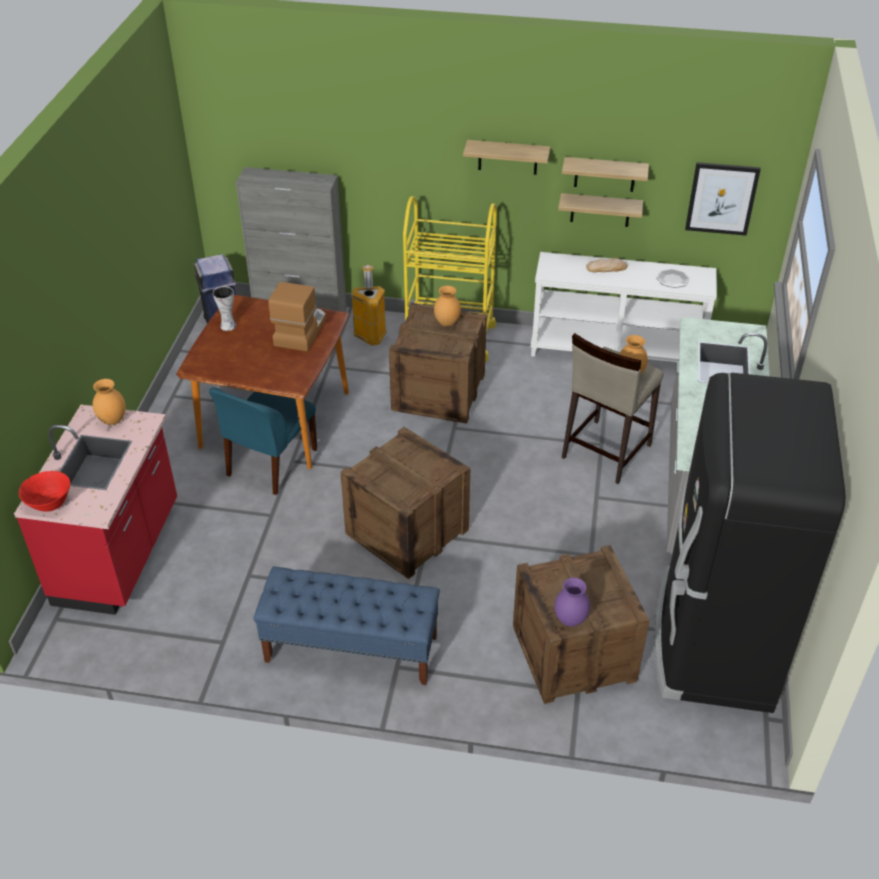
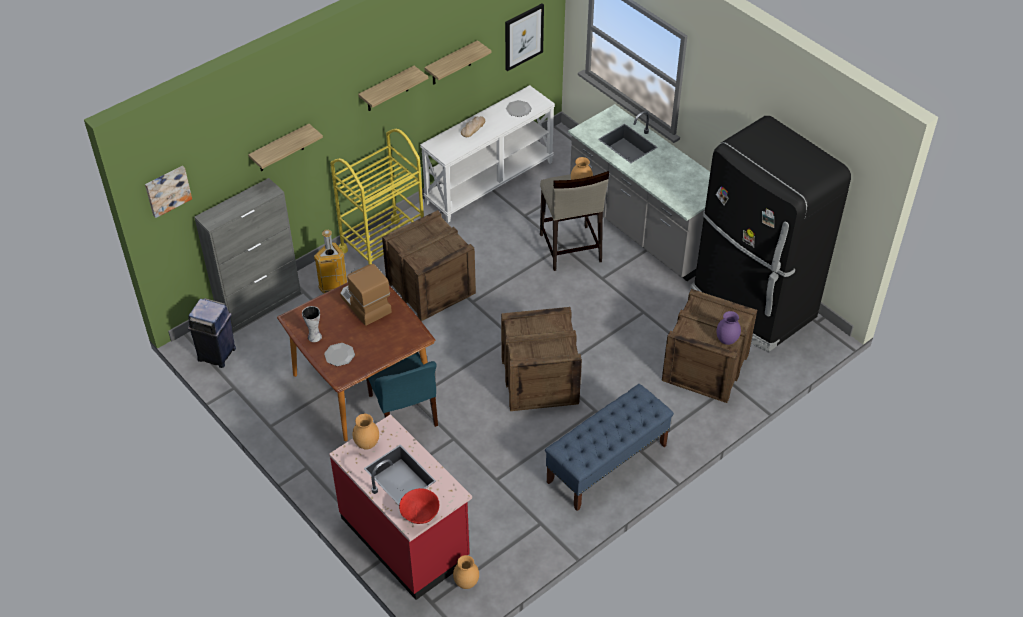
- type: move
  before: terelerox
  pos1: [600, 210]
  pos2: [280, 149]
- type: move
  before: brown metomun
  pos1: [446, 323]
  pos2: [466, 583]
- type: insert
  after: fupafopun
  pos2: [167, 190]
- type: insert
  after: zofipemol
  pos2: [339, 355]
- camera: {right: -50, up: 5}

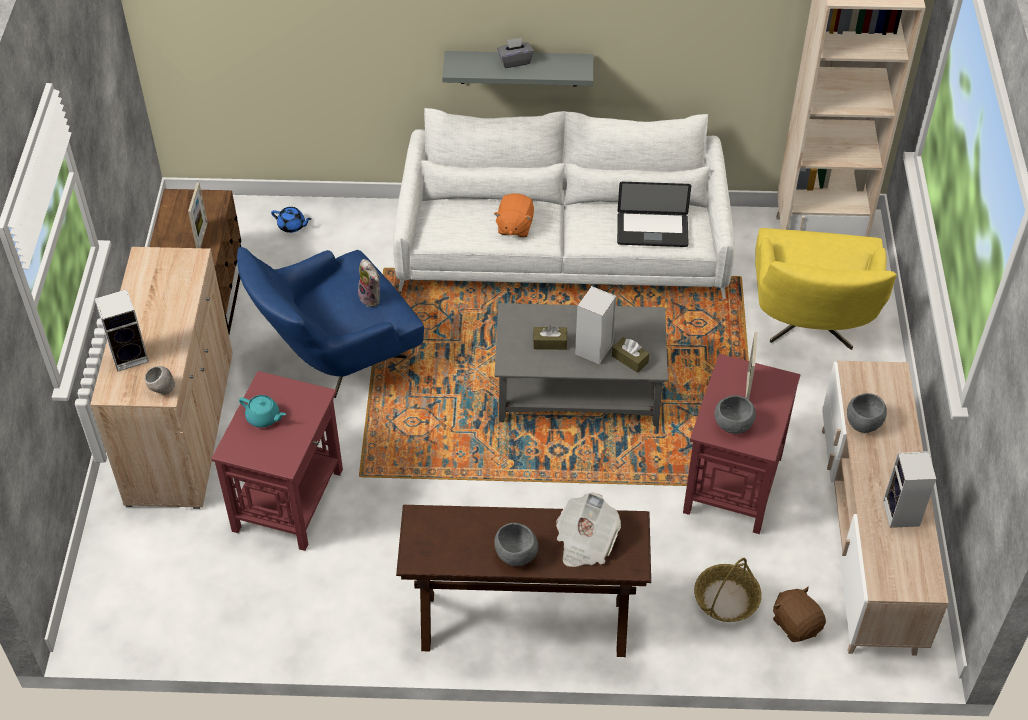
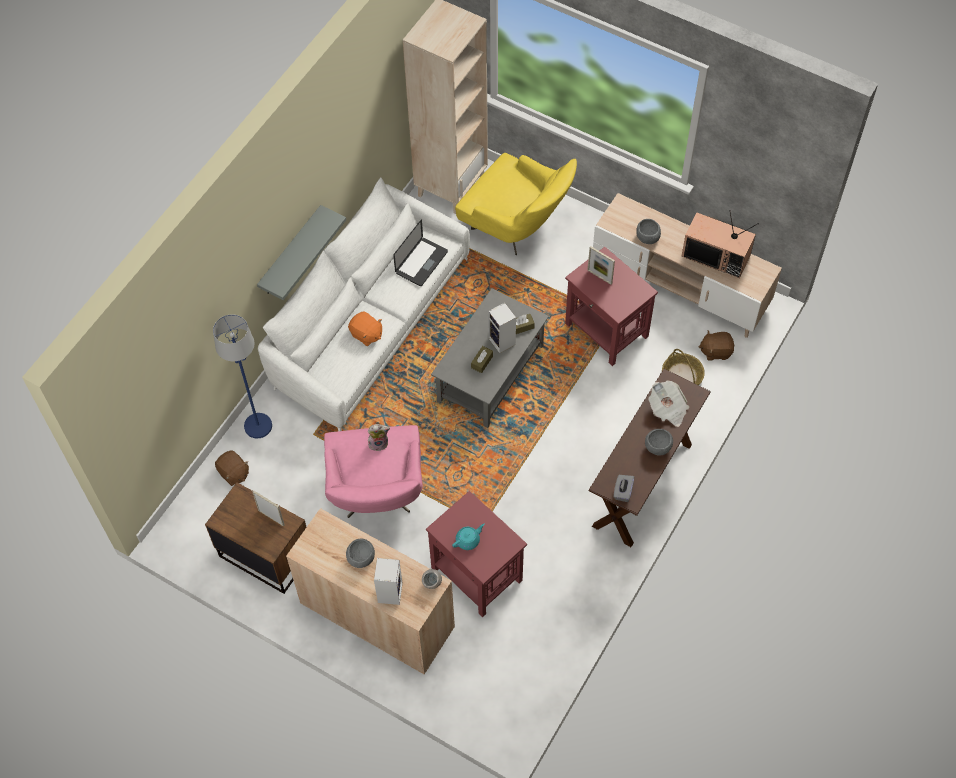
- type: move
  before: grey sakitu
  pos1: [515, 61]
  pos2: [623, 492]
- type: replace
  before: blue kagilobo
  after: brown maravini
  pos1: [292, 226]
  pos2: [233, 473]
- type: recolor
  before: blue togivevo
  after: pink togivevo
  pos1: [337, 360]
  pos2: [377, 497]
- type: move
  before: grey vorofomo
  pos1: [734, 425]
  pos2: [361, 558]
- type: replace
  before: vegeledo
  after: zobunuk
  pos1: [902, 514]
  pos2: [717, 255]
- type: insert
  after: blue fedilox
  pos2: [258, 426]
- camera: {right: -60, up: 10}

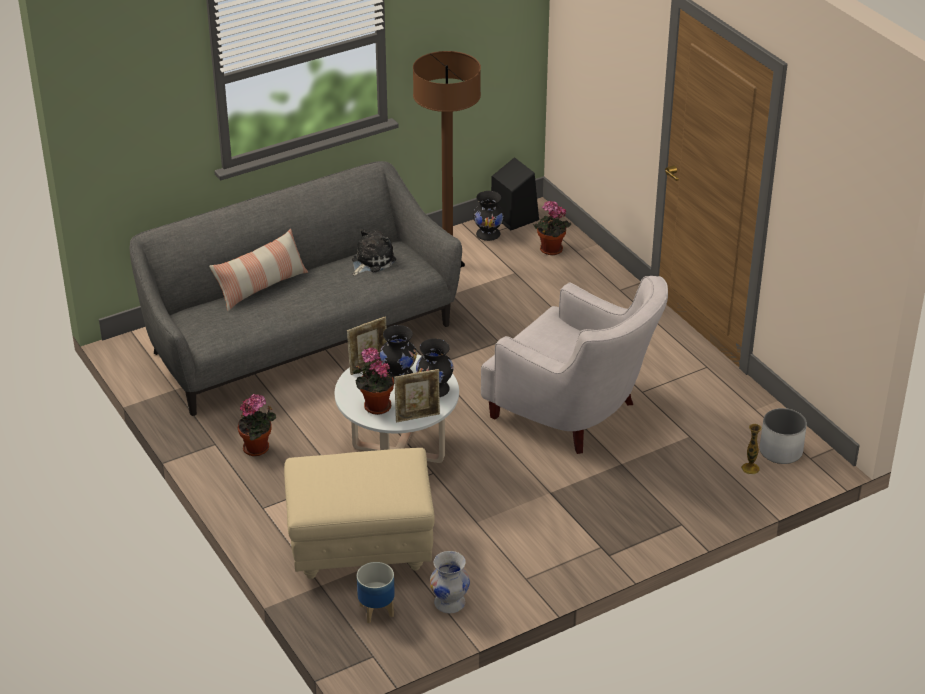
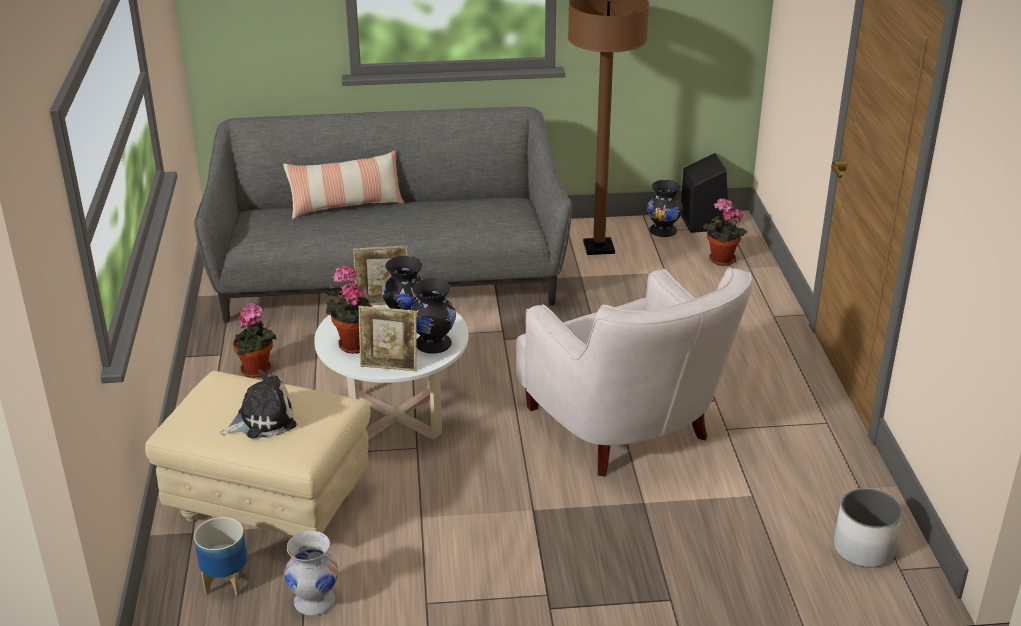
- type: move
  before: maravini
  pos1: [371, 261]
  pos2: [262, 420]
- type: delete
  before: metomun
  pos1: [750, 468]
- camera: {right: 25, up: -5}

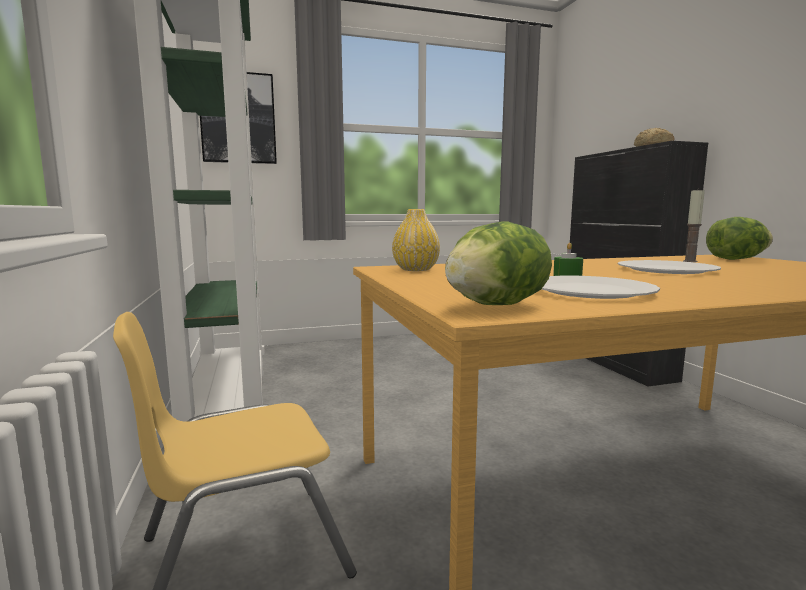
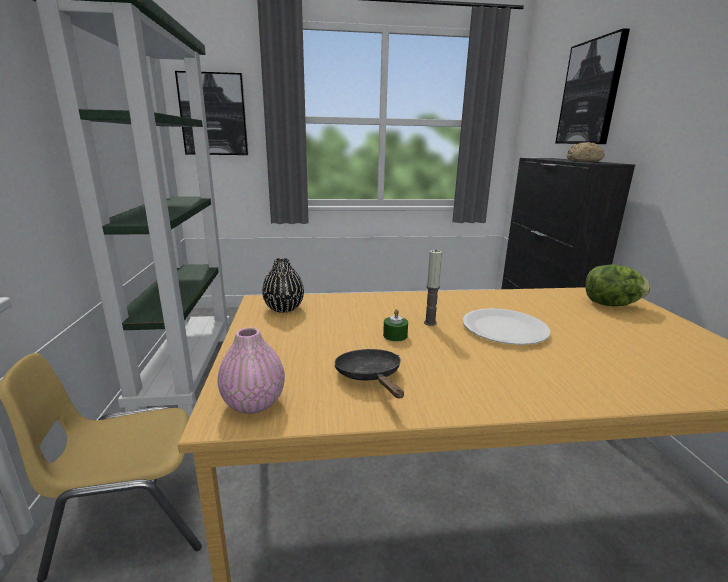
- type: move
  before: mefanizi
  pos1: [690, 261]
  pos2: [430, 323]
- type: recolor
  before: yellow metomun
  after: black metomun
  pos1: [415, 269]
  pos2: [284, 308]
- type: replace
  before: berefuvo
  after: pink metomun
  pos1: [495, 305]
  pos2: [254, 403]
- type: replace
  before: white zofipemol
  after: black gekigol
  pos1: [590, 290]
  pos2: [370, 377]
- type: insert
  after: fupafopun
  pos2: [590, 93]
- camera: {right: 10, up: 10}

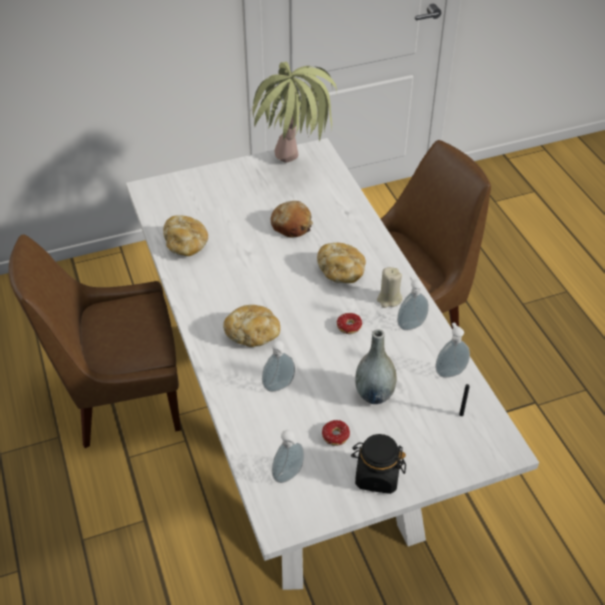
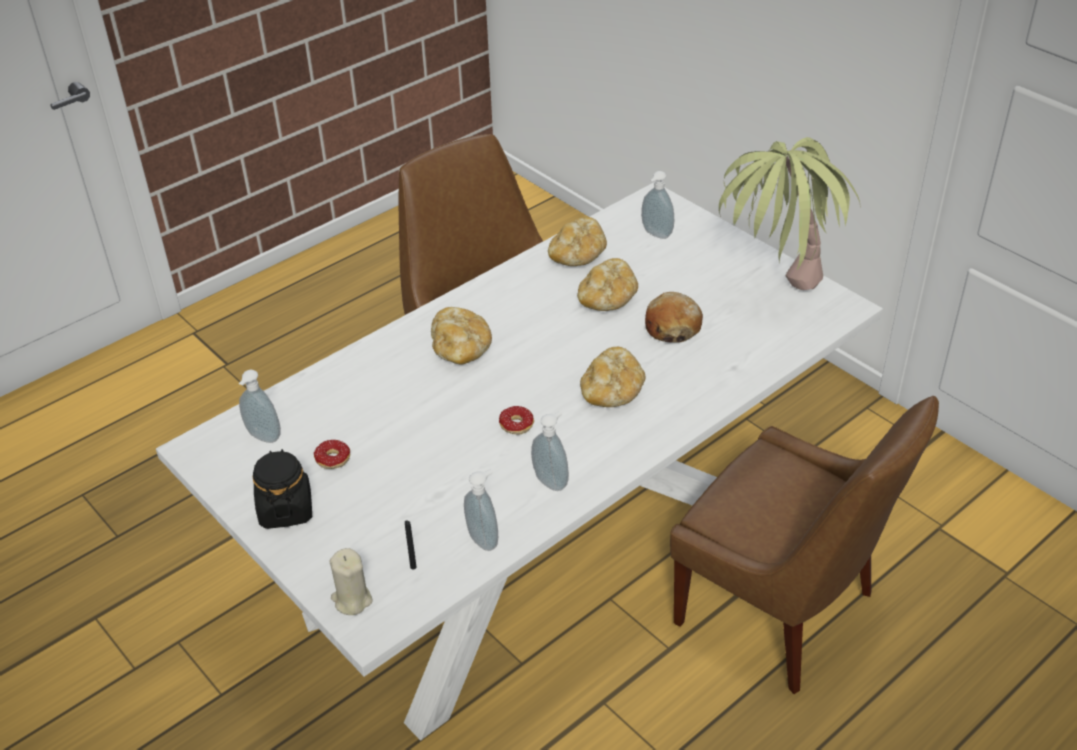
- type: move
  before: beige mefanizi
  pos1: [389, 299]
  pos2: [352, 600]
- type: delete
  before: grey metomun
  pos1: [374, 395]
- type: move
  before: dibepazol
  pos1: [279, 387]
  pos2: [655, 234]
- type: insert
  after: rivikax
  pos2: [607, 300]
- camera: {right: 70, up: -5}

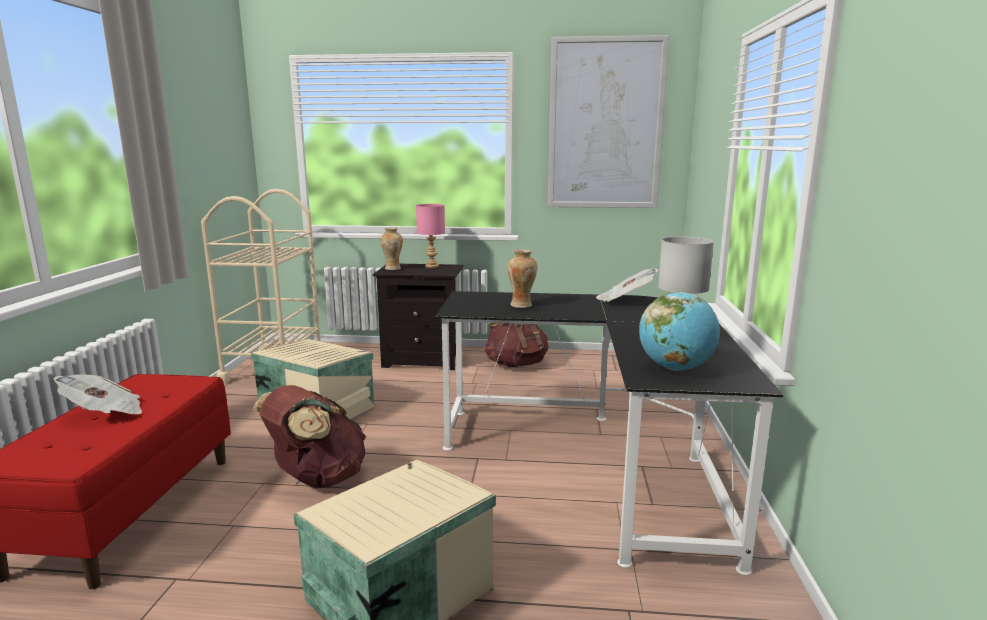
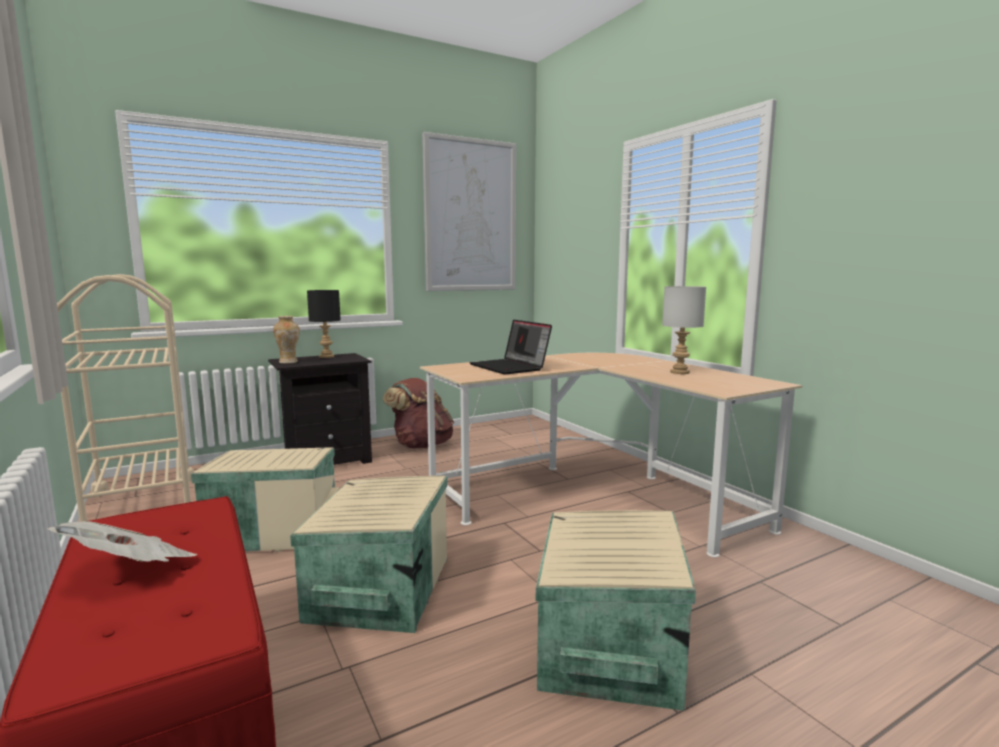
- type: recolor
  before: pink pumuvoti
  after: black pumuvoti
  pos1: [432, 266]
  pos2: [327, 356]
- type: replace
  before: metomun
  after: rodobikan
  pos1: [522, 305]
  pos2: [510, 367]
- type: delete
  before: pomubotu
  pos1: [625, 300]
- type: recolor
  before: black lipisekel
  after: beige lipisekel
  pos1: [597, 460]
  pos2: [594, 496]
- type: delete
  before: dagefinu
  pos1: [676, 368]
- type: replace
  before: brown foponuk
  after: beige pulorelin
  pos1: [317, 479]
  pos2: [377, 589]
- camera: {right: -35, up: -5}

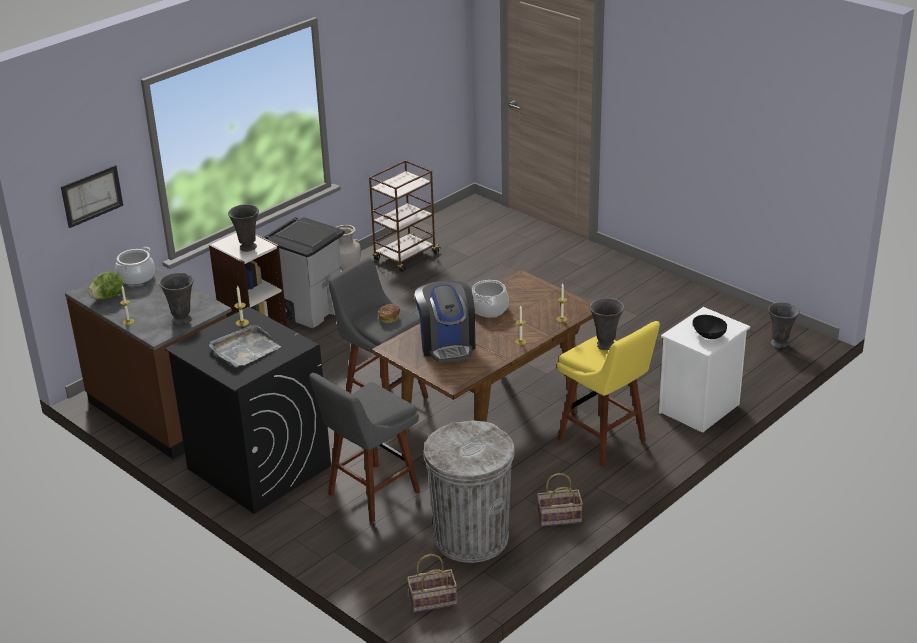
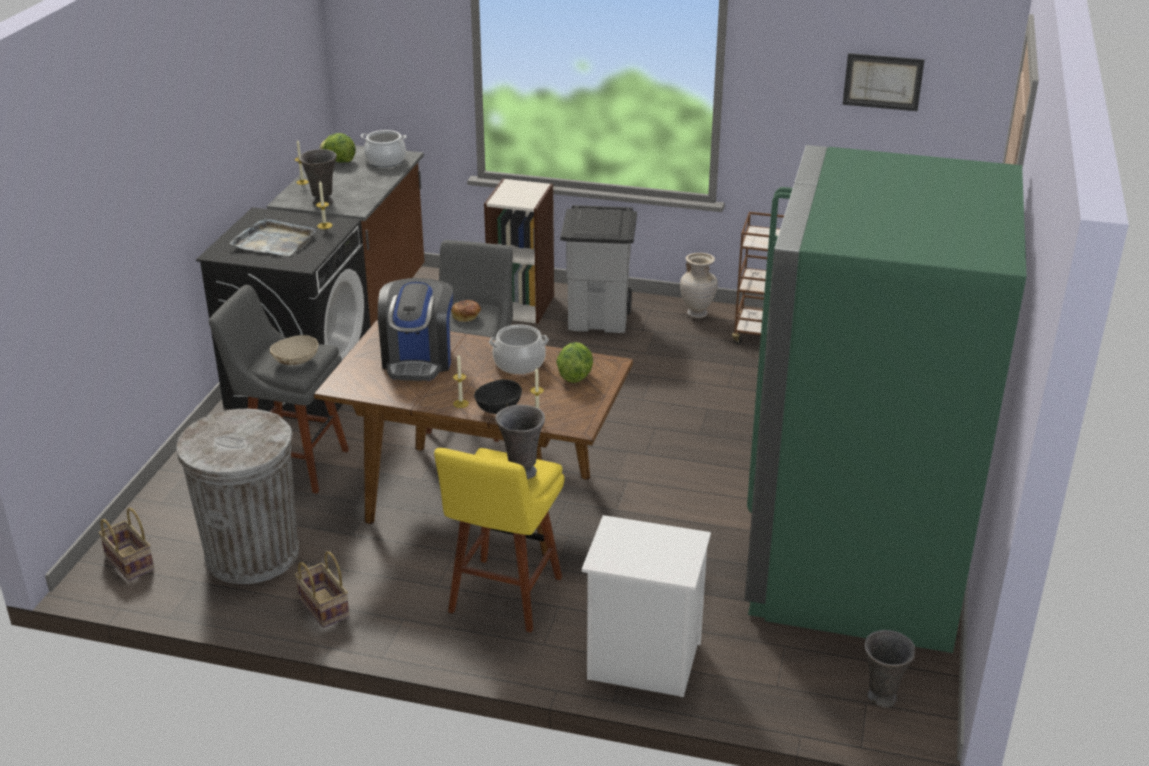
- type: move
  before: fupafopun
  pos1: [92, 195]
  pos2: [883, 81]
- type: delete
  before: grey metomun
  pos1: [247, 248]
- type: rotate
  before: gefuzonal
  pos1: [447, 344]
  pos2: [418, 359]
  turn: -45
- type: move
  before: black vorofomo
  pos1: [708, 335]
  pos2: [498, 408]
- type: insert
  after: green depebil
  pos2: [856, 562]
- type: insert
  after: beige vorofomo
  pos2: [296, 362]
- type: insert
  after: berefuvo
  pos2: [574, 376]
- camera: {right: 60, up: 0}

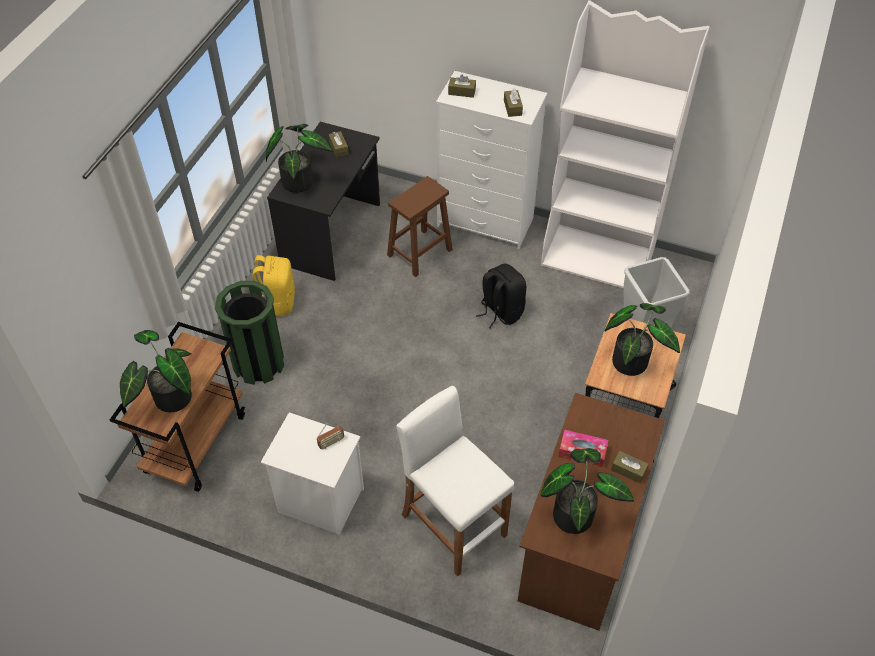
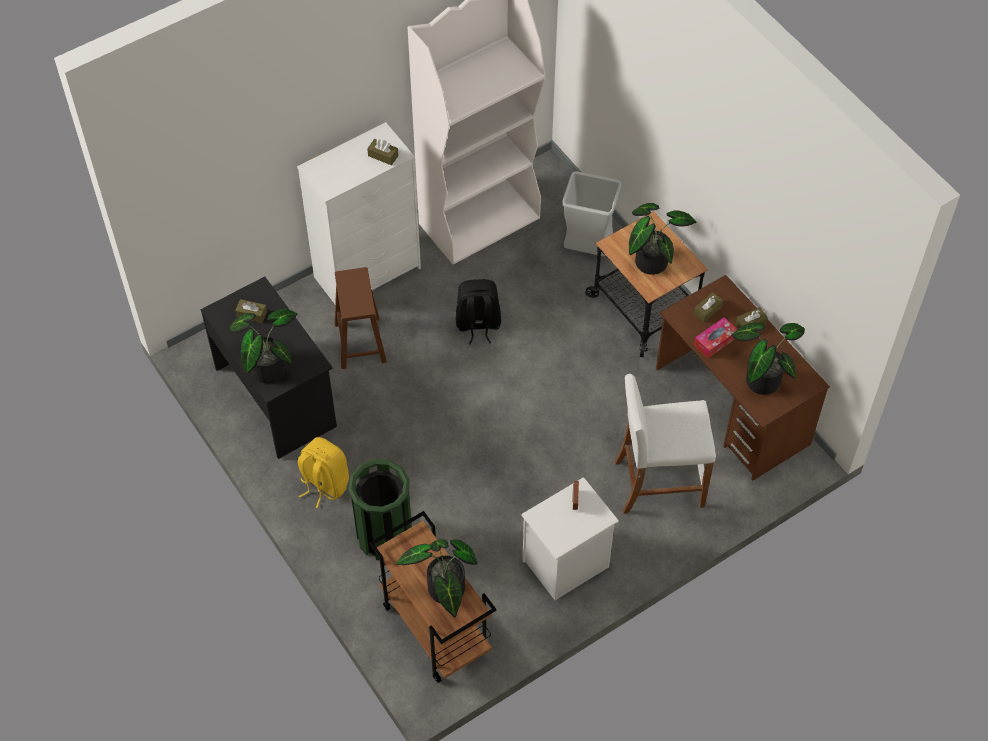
- type: move
  before: brown sakitu
  pos1: [462, 92]
  pos2: [707, 310]
- camera: {right: -55, up: 5}

